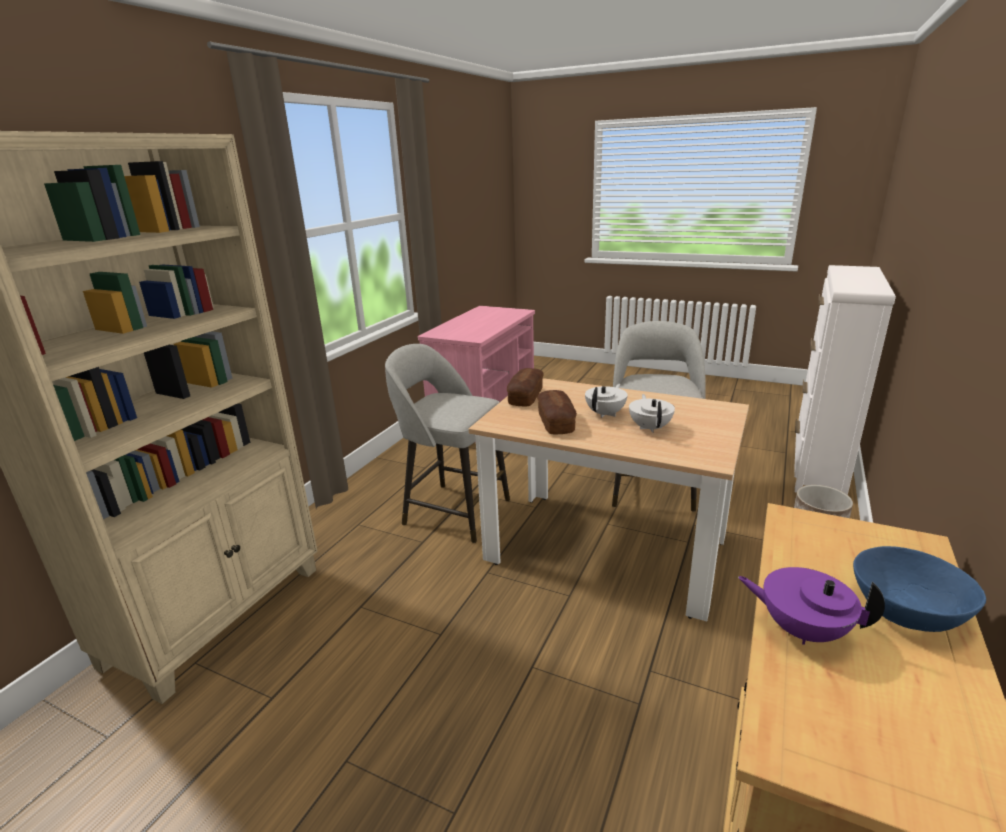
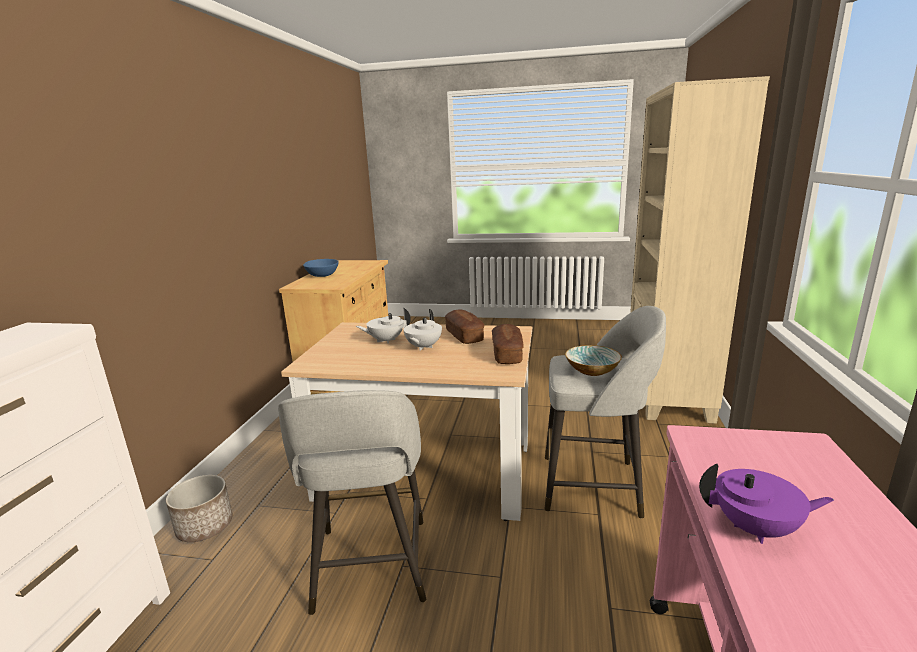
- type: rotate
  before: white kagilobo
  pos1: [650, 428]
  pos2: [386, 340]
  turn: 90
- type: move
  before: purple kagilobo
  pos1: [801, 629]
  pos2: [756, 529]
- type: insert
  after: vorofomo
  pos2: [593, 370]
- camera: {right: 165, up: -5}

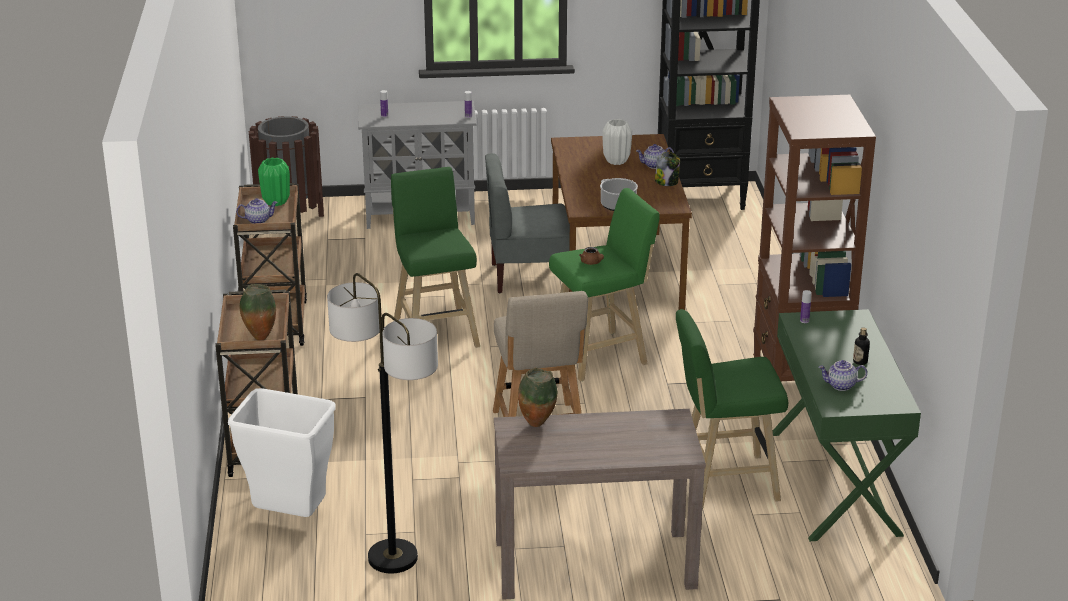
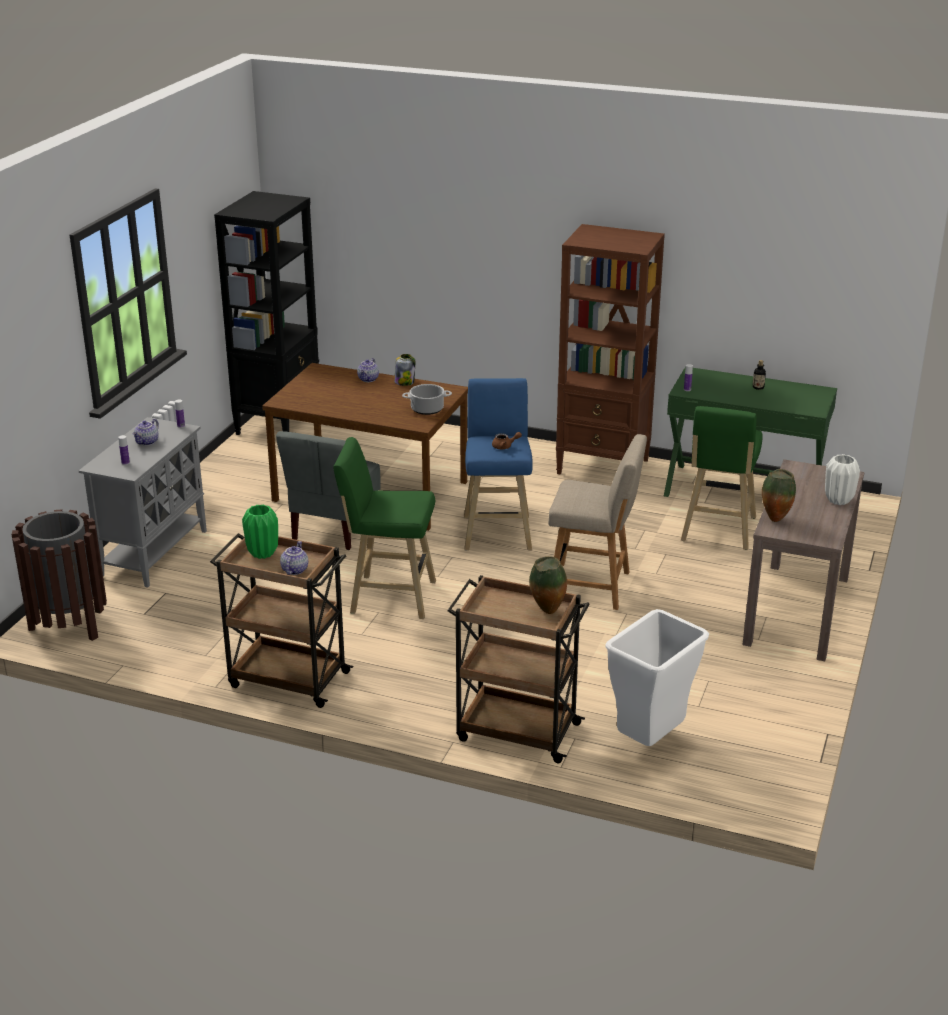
- type: move
  before: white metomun
  pos1: [616, 161]
  pos2: [838, 500]
- type: recolor
  before: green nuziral
  after: blue nuziral
  pos1: [601, 355]
  pos2: [497, 531]
- type: delete
  before: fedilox
  pos1: [392, 558]
- type: move
  before: kagilobo
  pos1: [841, 386]
  pos2: [147, 442]
- camera: {right: -65, up: 0}

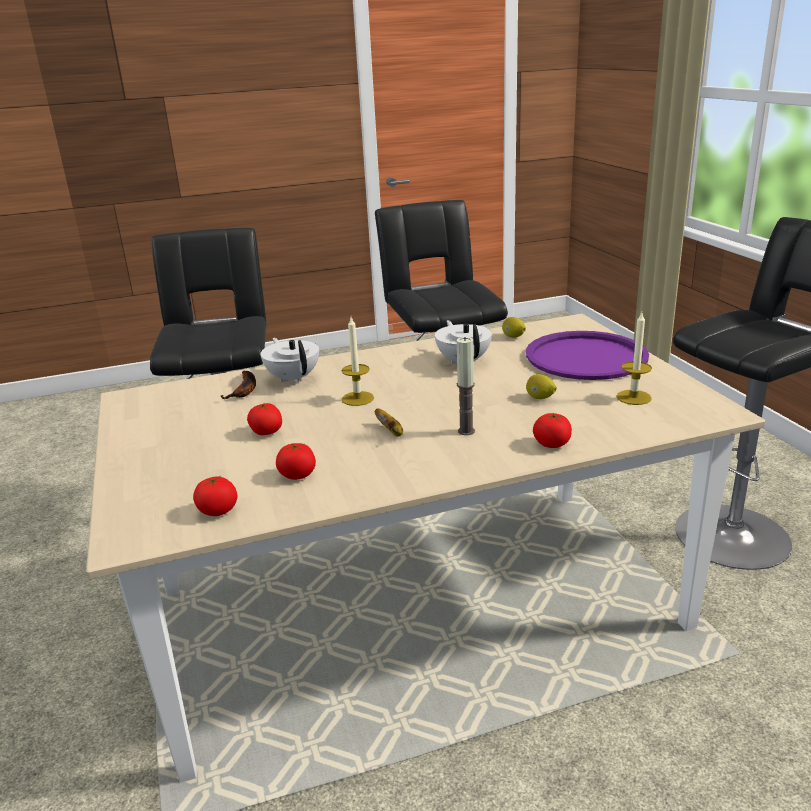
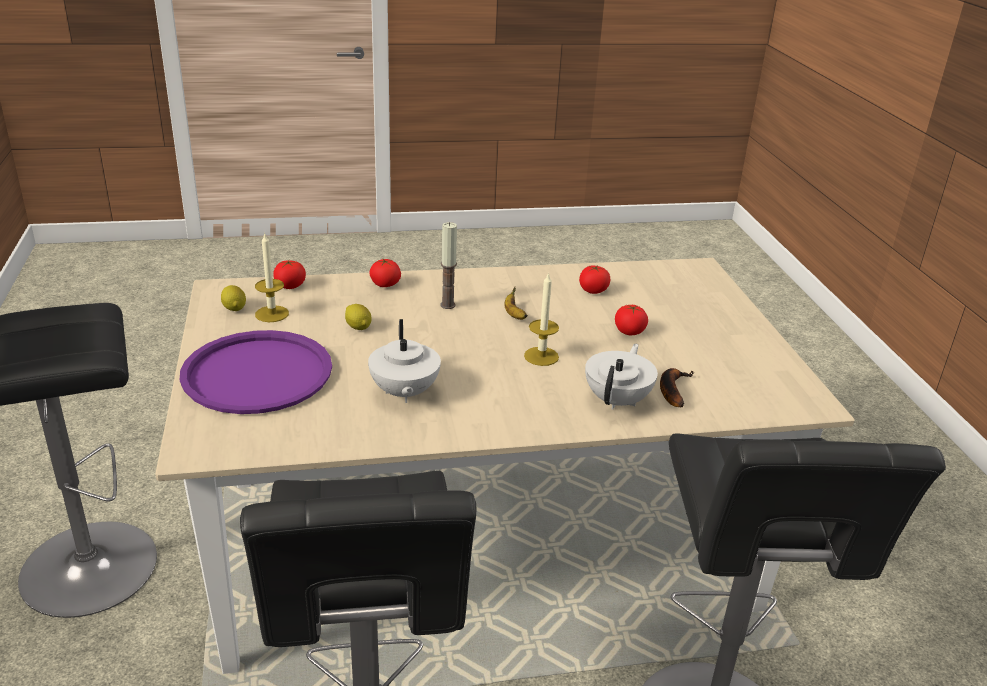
- type: move
  before: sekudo
  pos1: [513, 337]
  pos2: [234, 308]
- type: rotate
  before: white kagilobo
  pos1: [293, 378]
  pos2: [618, 400]
  turn: -135
- type: move
  before: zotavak
  pos1: [218, 511]
  pos2: [290, 286]
- camera: {right: -175, up: 5}

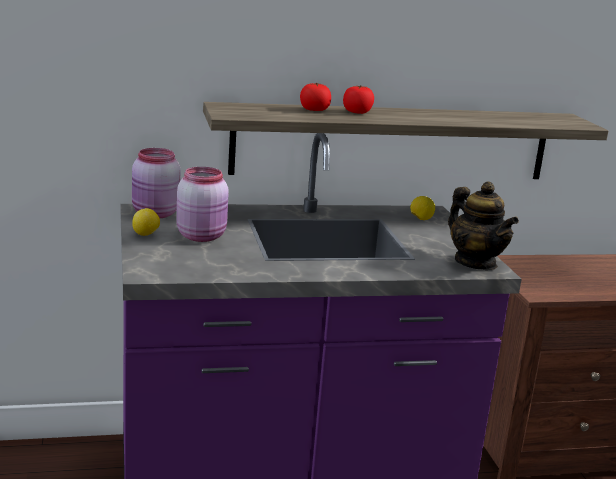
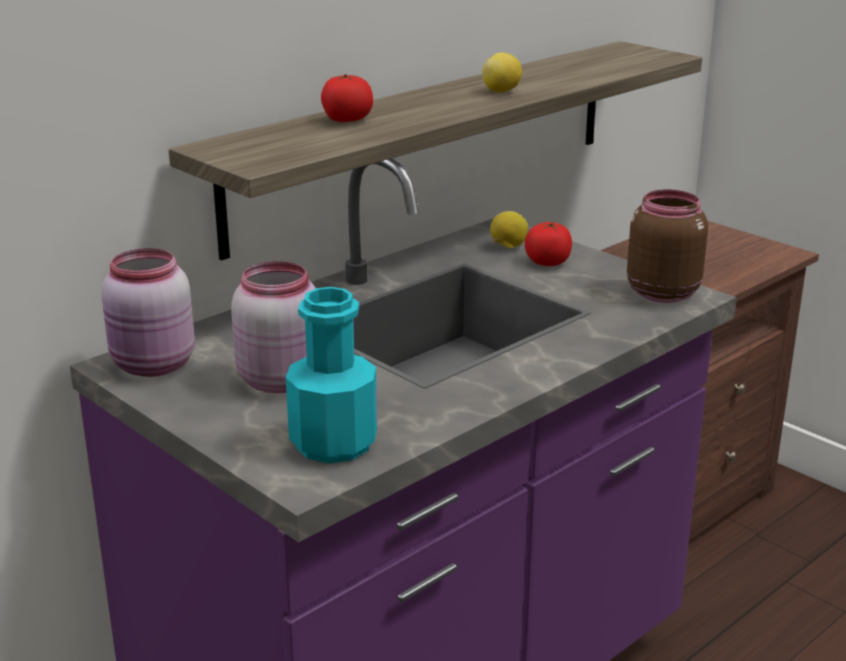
- type: move
  before: zotavak
  pos1: [357, 112]
  pos2: [548, 262]
- type: replace
  before: kagilobo
  after: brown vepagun
  pos1: [475, 263]
  pos2: [661, 292]
- type: move
  before: sekudo
  pos1: [146, 235]
  pos2: [501, 92]
- type: insert
  after: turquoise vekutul
  pos2: [333, 443]
- camera: {right: -30, up: 5}

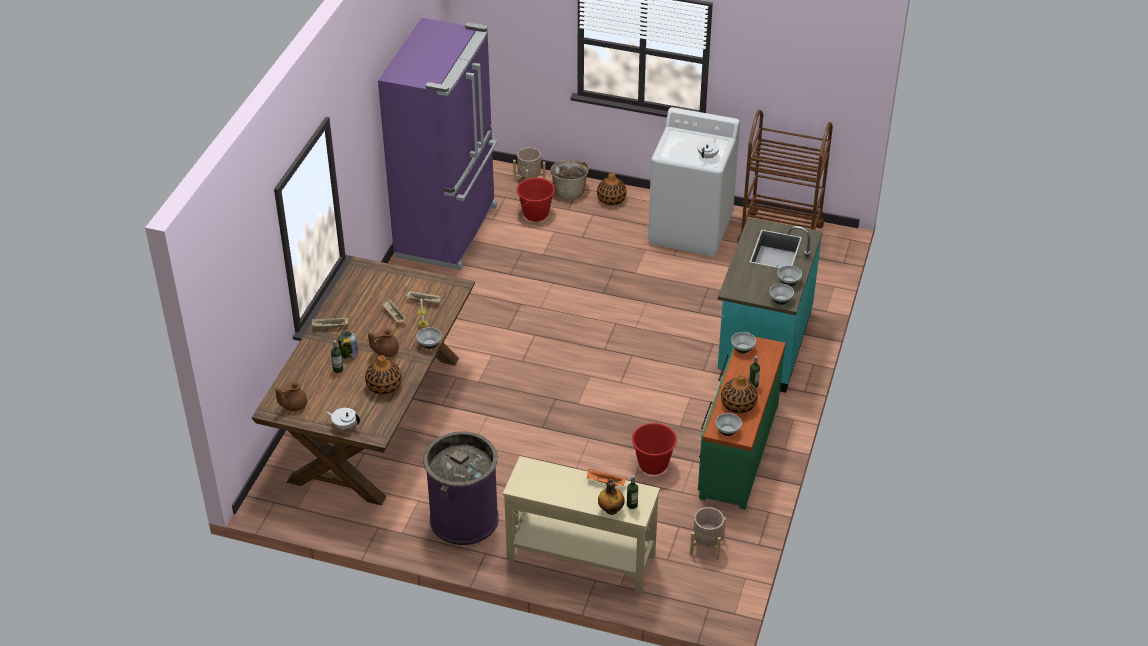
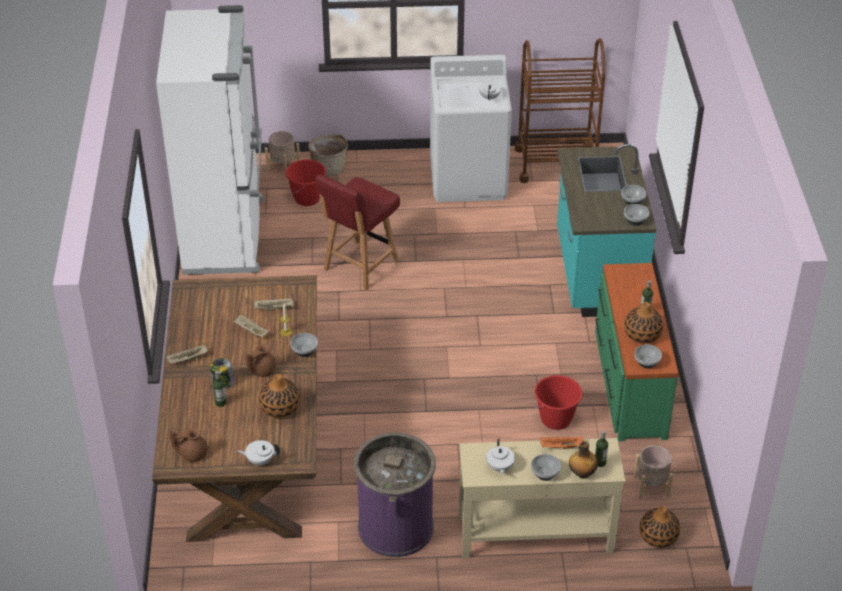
- type: recolor
  before: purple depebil
  after: white depebil
  pos1: [448, 231]
  pos2: [226, 235]
- type: move
  before: metomun
  pos1: [611, 200]
  pos2: [658, 536]
- type: move
  before: vorofomo
  pos1: [743, 349]
  pos2: [545, 474]
- type: rotate
  before: brown kagilobo
  pos1: [293, 405]
  pos2: [192, 453]
  turn: 45
- type: insert
  after: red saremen
  pos2: [359, 266]
- type: insert
  after: white kagilobo
  pos2: [499, 467]
- camera: {right: -20, up: 0}

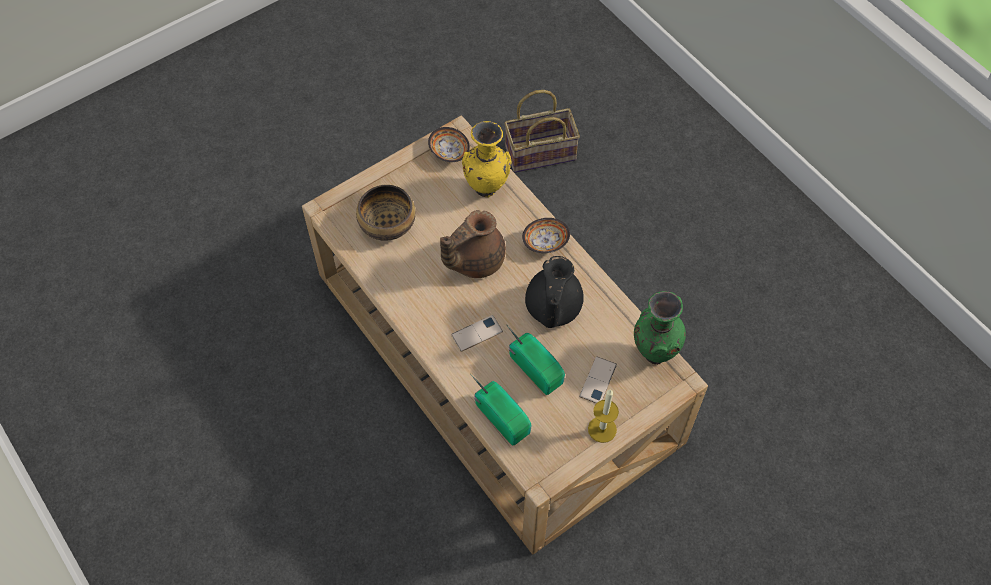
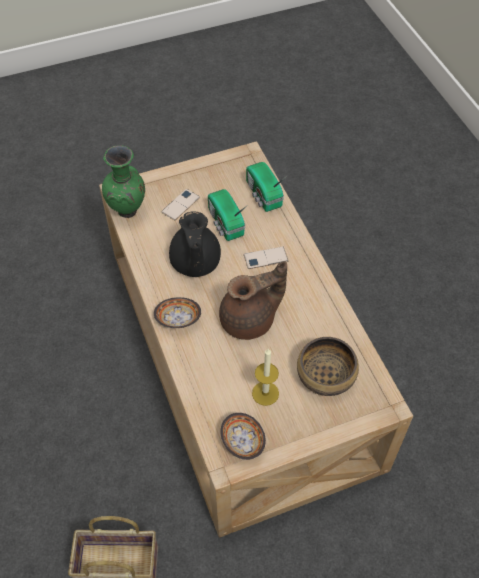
- type: delete
  before: yellow metomun
  pos1: [487, 188]
- type: rotate
  before: black kagilobo
  pos1: [552, 308]
  pos2: [195, 263]
  turn: 150
- type: move
  before: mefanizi
  pos1: [602, 429]
  pos2: [265, 393]
- camera: {right: -165, up: -5}

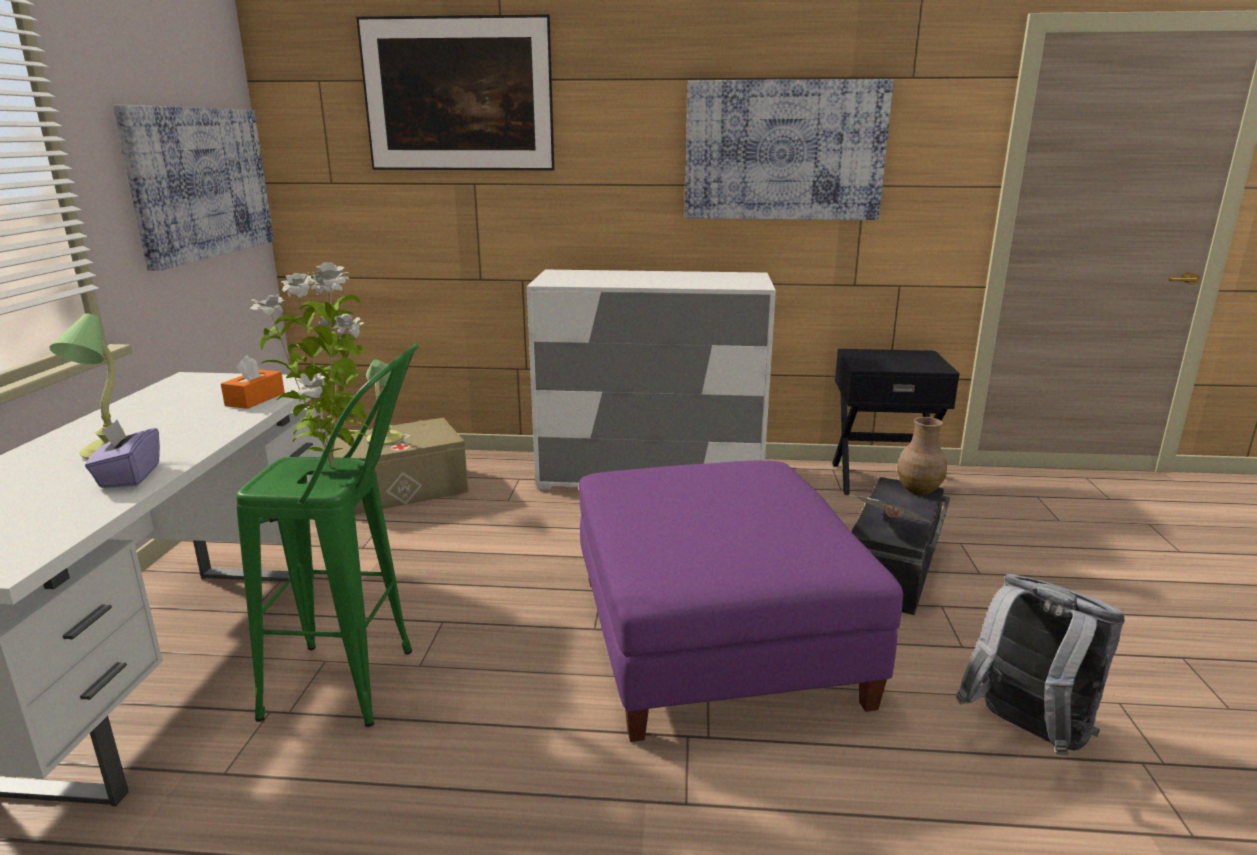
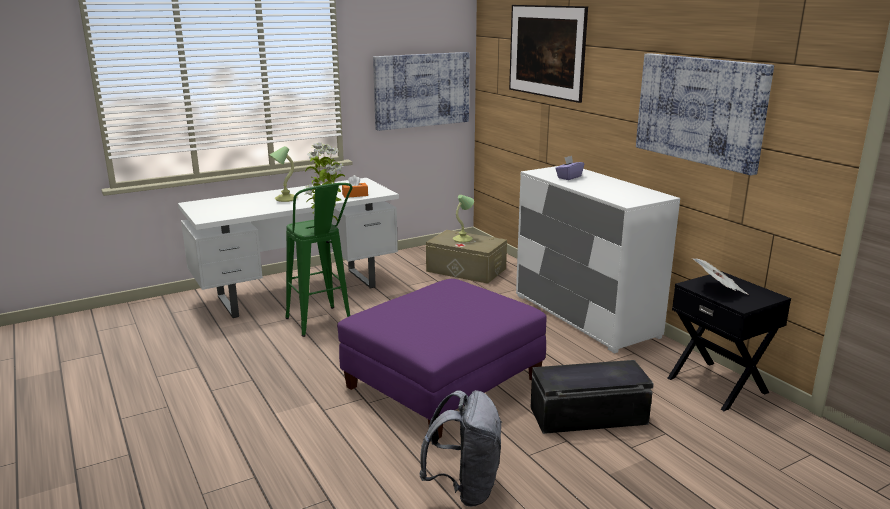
- type: delete
  before: brown metomun
  pos1: [918, 489]
- type: move
  before: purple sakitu
  pos1: [129, 476]
  pos2: [569, 177]
- type: move
  before: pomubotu
  pos1: [891, 530]
  pos2: [718, 290]
- camera: {right: 55, up: 0}

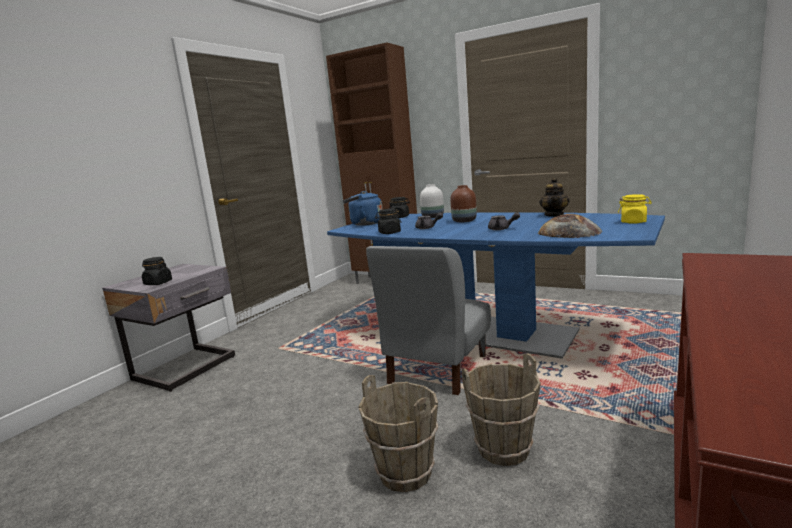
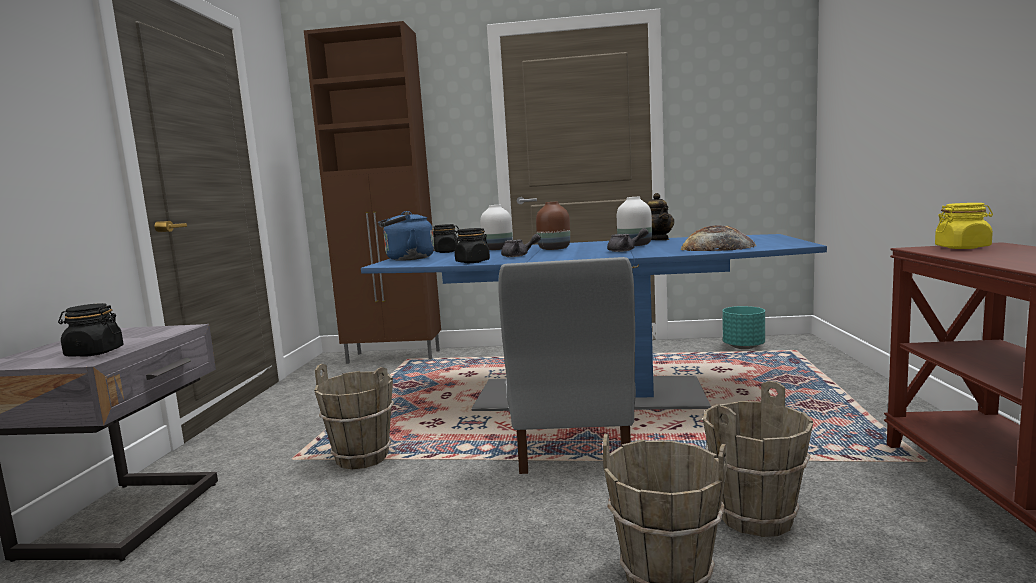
- type: move
  before: yellow vepagun
  pos1: [633, 222]
  pos2: [962, 247]
- type: insert
  after: white metomun
  pos2: [635, 245]
- type: insert
  after: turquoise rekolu
  pos2: [743, 347]
- type: insert
  after: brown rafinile
  pos2: [362, 457]
- camera: {right: -25, up: -5}

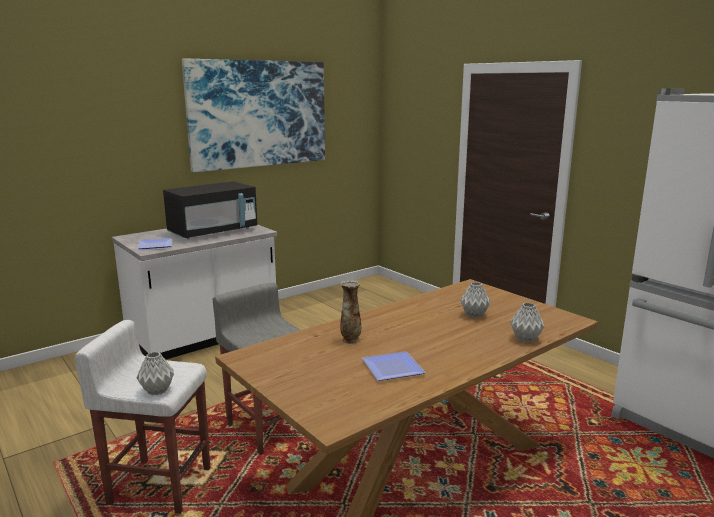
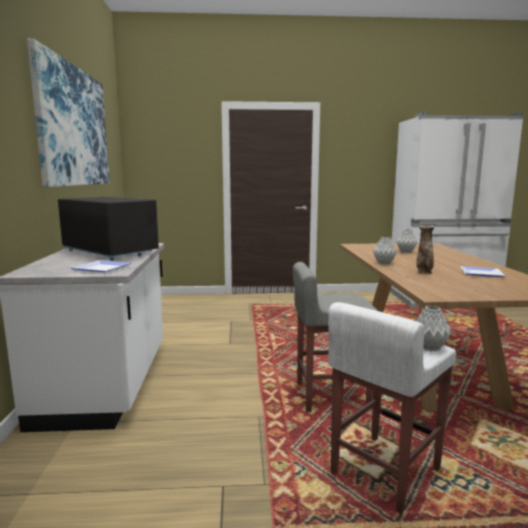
- type: rotate
  before: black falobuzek
  pos1: [213, 232]
  pos2: [109, 252]
  turn: -45
- type: move
  before: grey metomun
  pos1: [526, 339]
  pos2: [384, 263]
- camera: {right: -55, up: -5}

